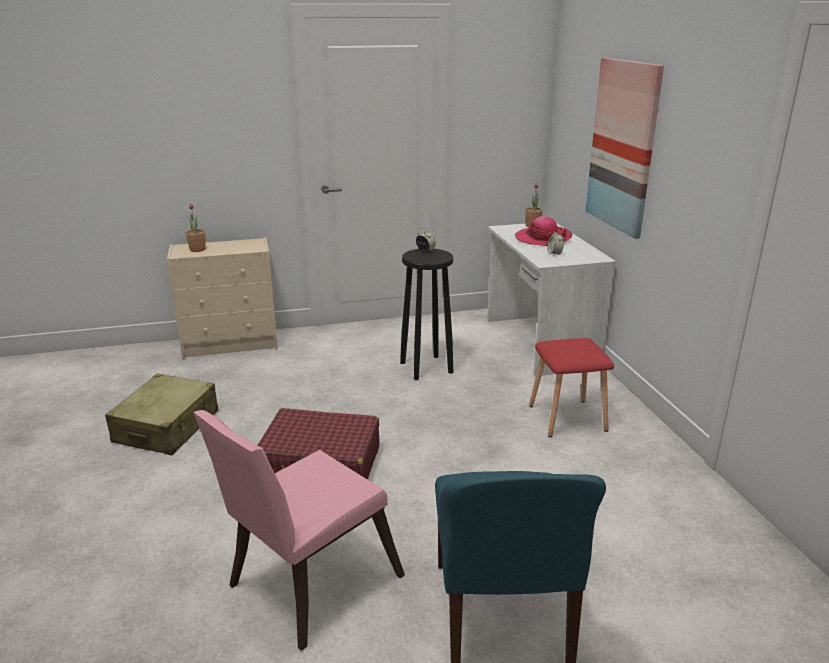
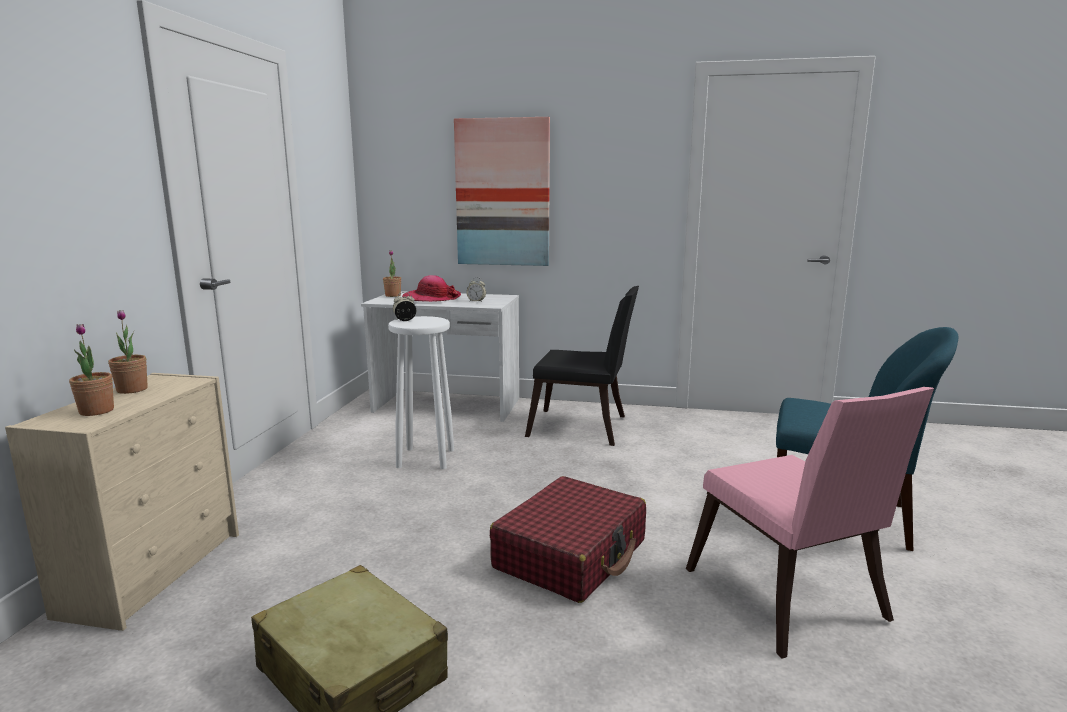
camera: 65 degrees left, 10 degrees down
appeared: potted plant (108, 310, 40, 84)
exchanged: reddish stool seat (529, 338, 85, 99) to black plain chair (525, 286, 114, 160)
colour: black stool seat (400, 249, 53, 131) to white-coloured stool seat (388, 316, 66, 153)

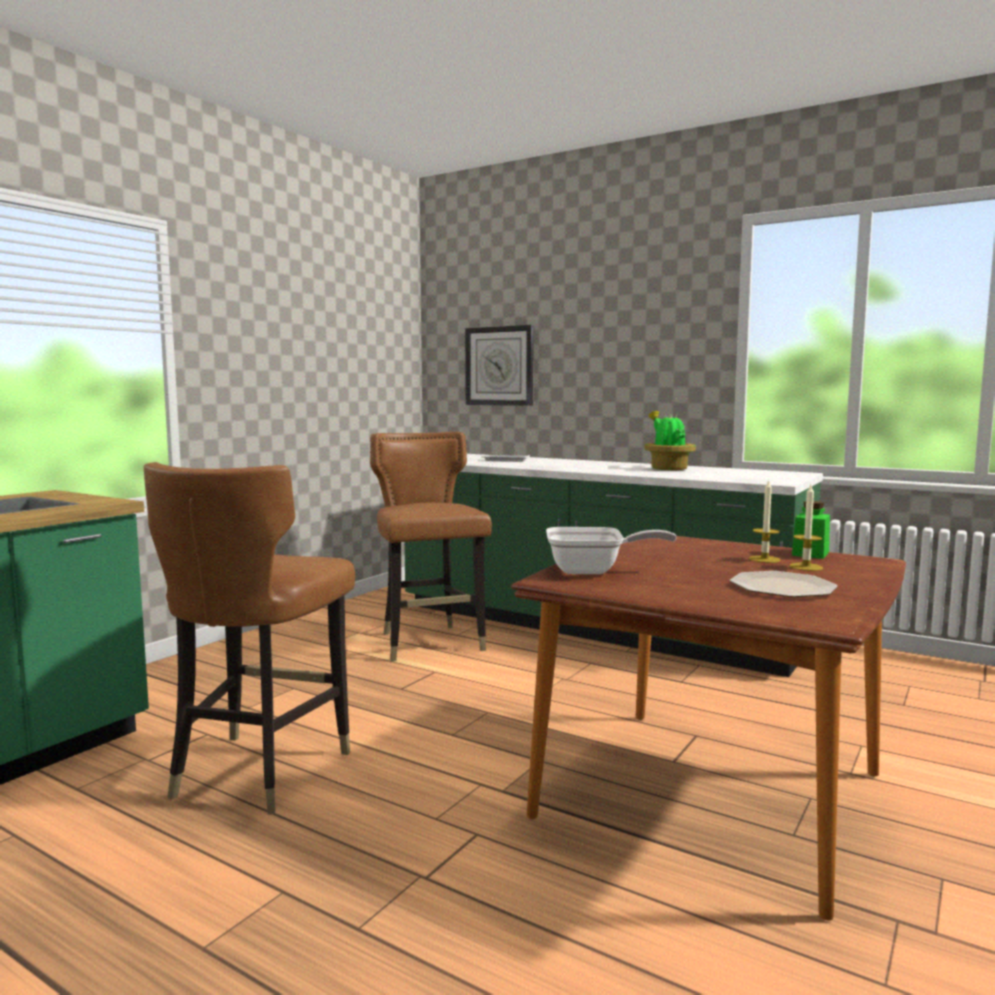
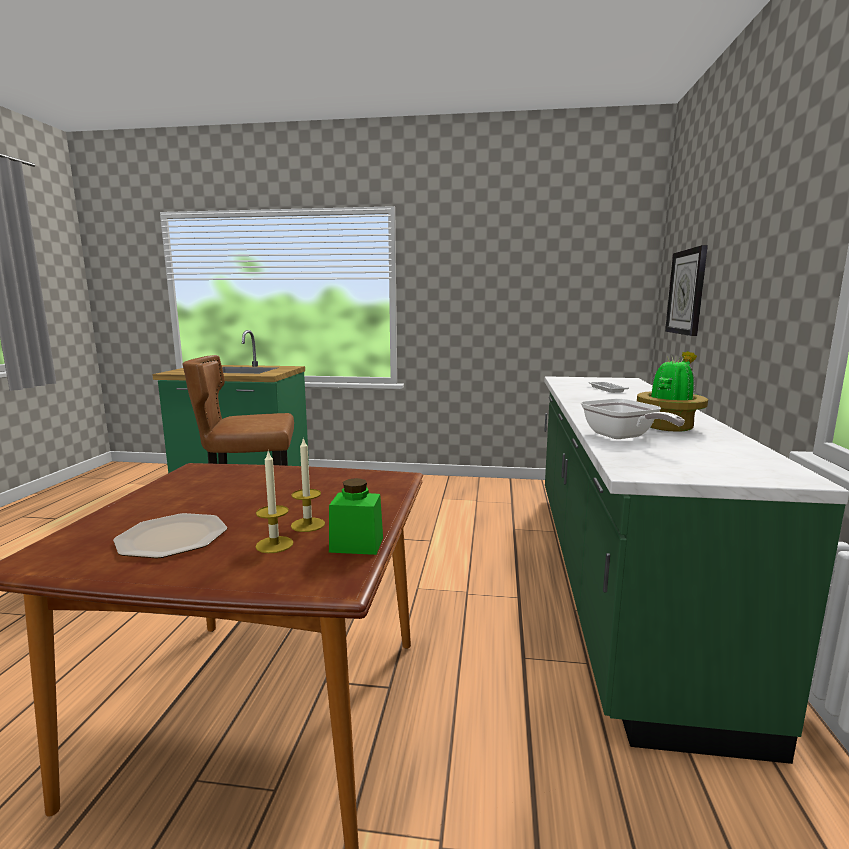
camera: 65 degrees right, 5 degrees up
missing: brown-coloured plain chair (370, 432, 122, 230)
relocated: pan (546, 527, 131, 47) to (581, 399, 104, 40)

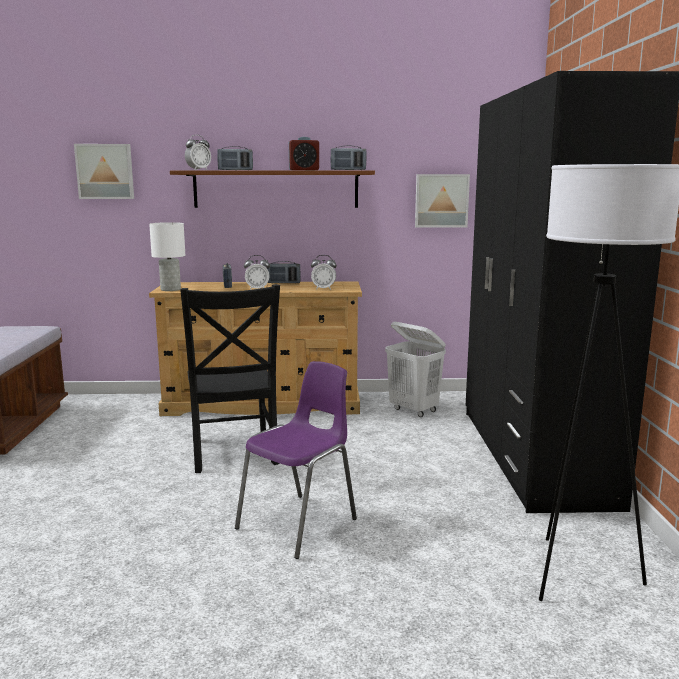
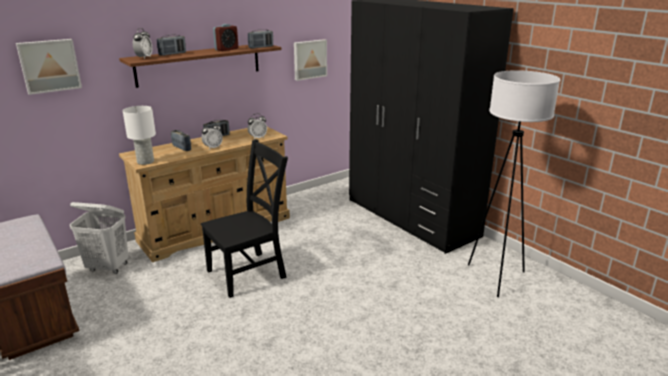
camera: 35 degrees left, 10 degrees up
missing: purplish plain chair (235, 361, 122, 198)
relocated: white-coloured washing basket (385, 322, 61, 95) to (70, 202, 58, 72)
spun: black plain chair (180, 284, 100, 189) = (201, 139, 87, 159) 75 degrees counterclockwise

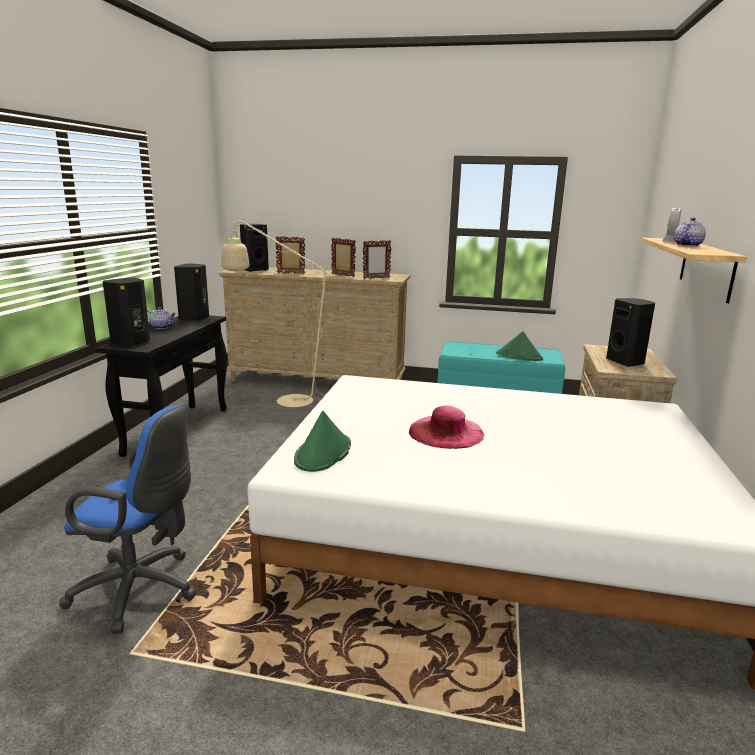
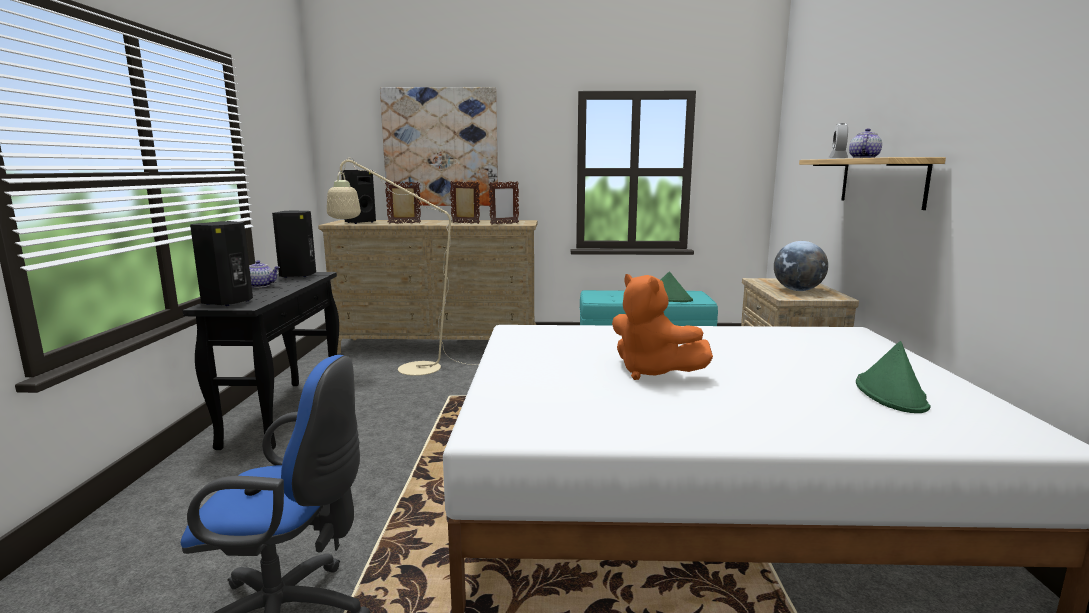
camera: 10 degrees left, 5 degrees down
appeared: wall picture (380, 87, 118, 119)
relocated: green clothing hat (294, 411, 57, 61) to (856, 341, 75, 72)
exchanged: pinkish clothing hat (409, 406, 75, 43) to orange-coloured plush toy (612, 274, 101, 106); black audio speaker (606, 298, 49, 69) to desk globe (774, 241, 54, 50)

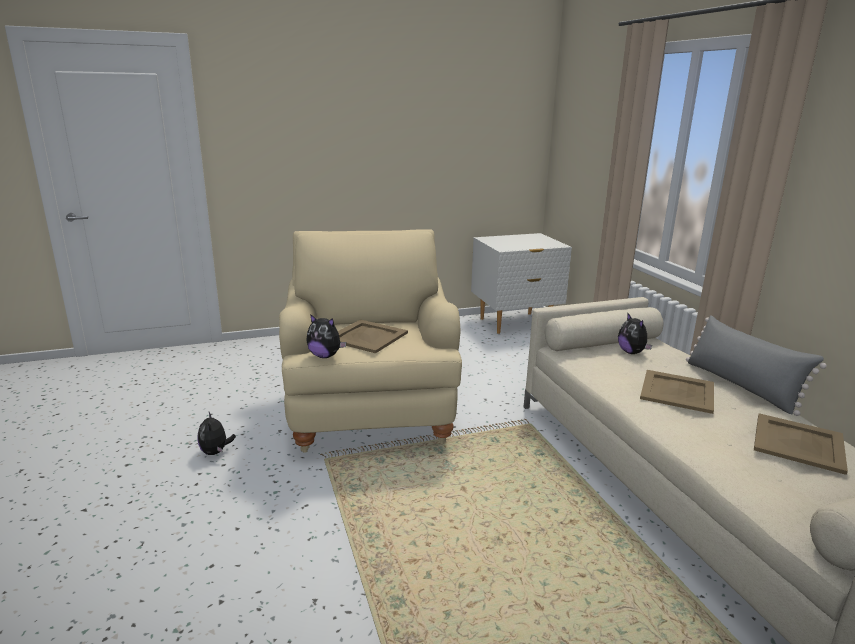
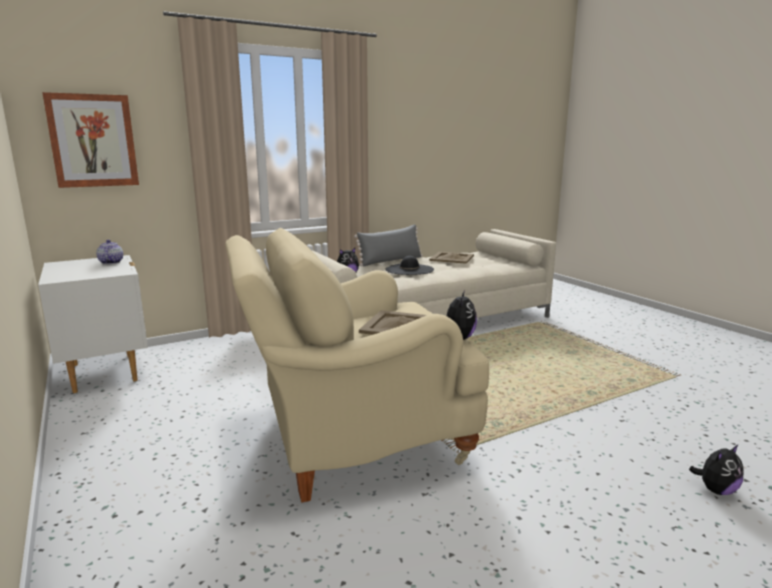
camera: 100 degrees left, 5 degrees down
appeared: wall picture (42, 92, 97, 96); pot for tea (96, 240, 27, 24)
relocated: plush toy (198, 412, 38, 43) to (689, 444, 55, 51)
exchanged: beige tray (640, 370, 74, 44) to black clothing hat (385, 256, 49, 19)

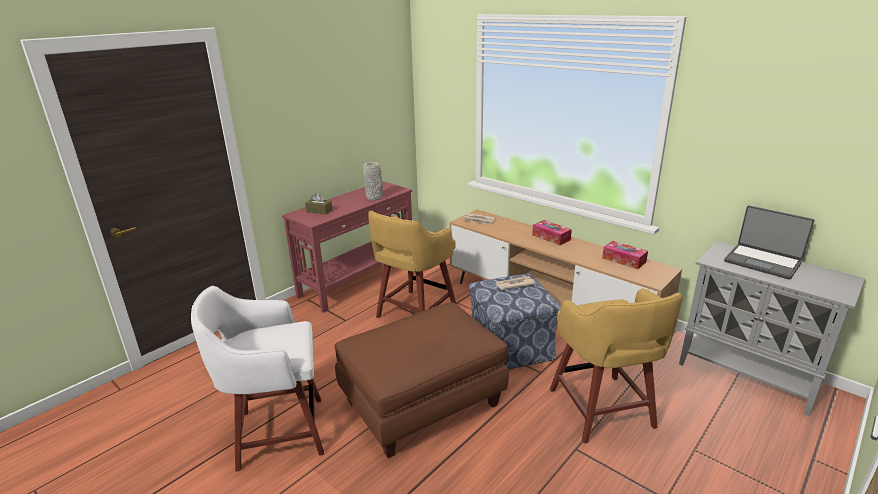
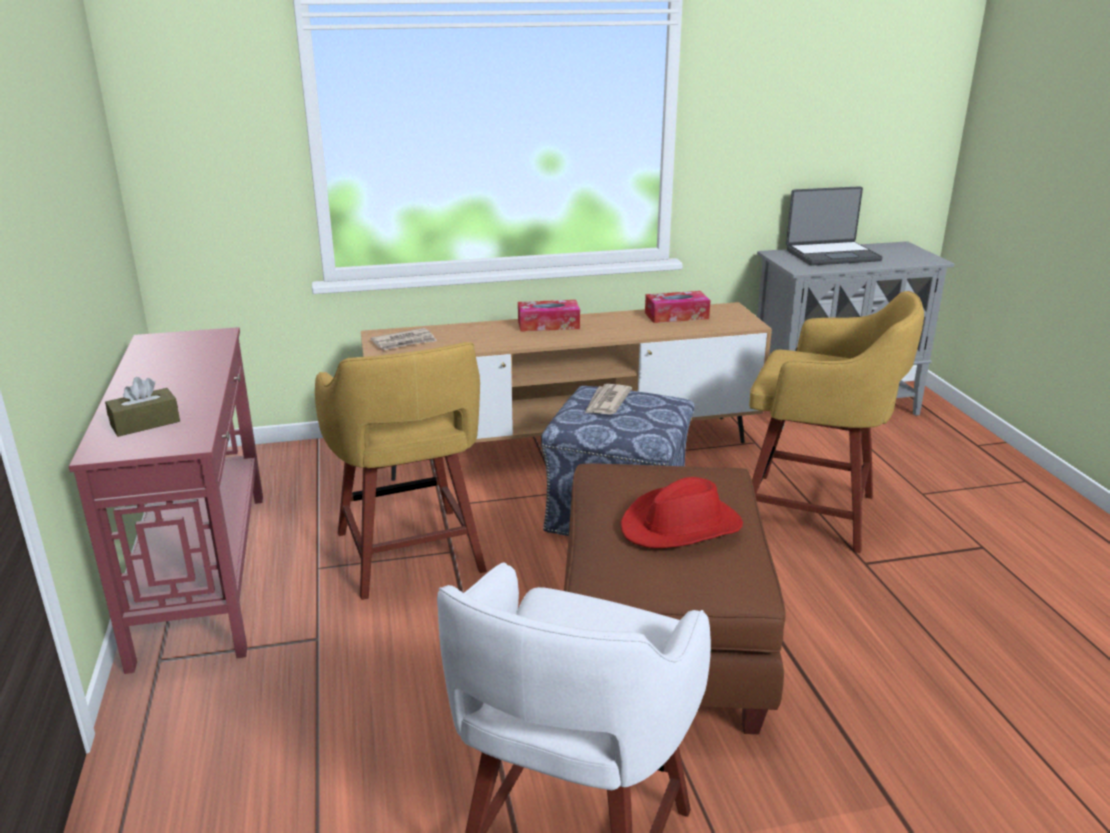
camera: 55 degrees left, 0 degrees up
missing: greyish vase (363, 162, 20, 38)
appeared: reddish clothing hat (621, 477, 122, 71)

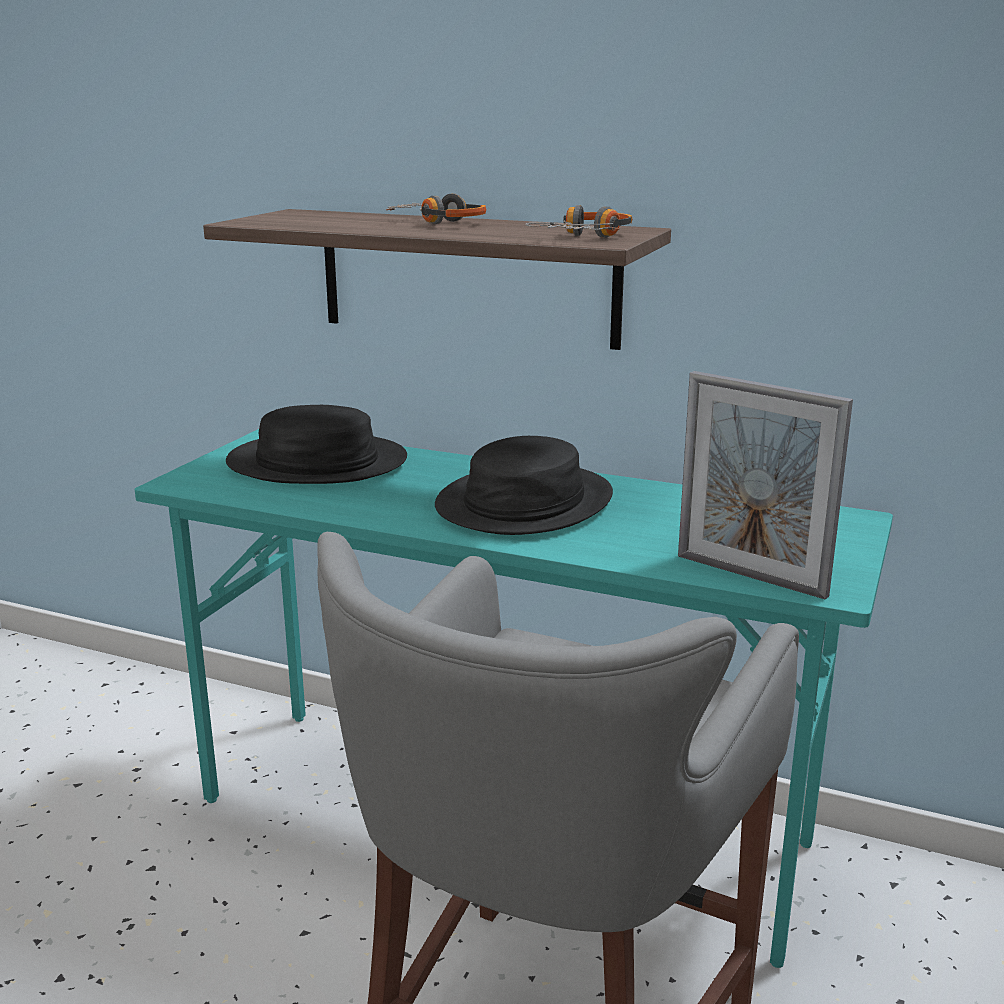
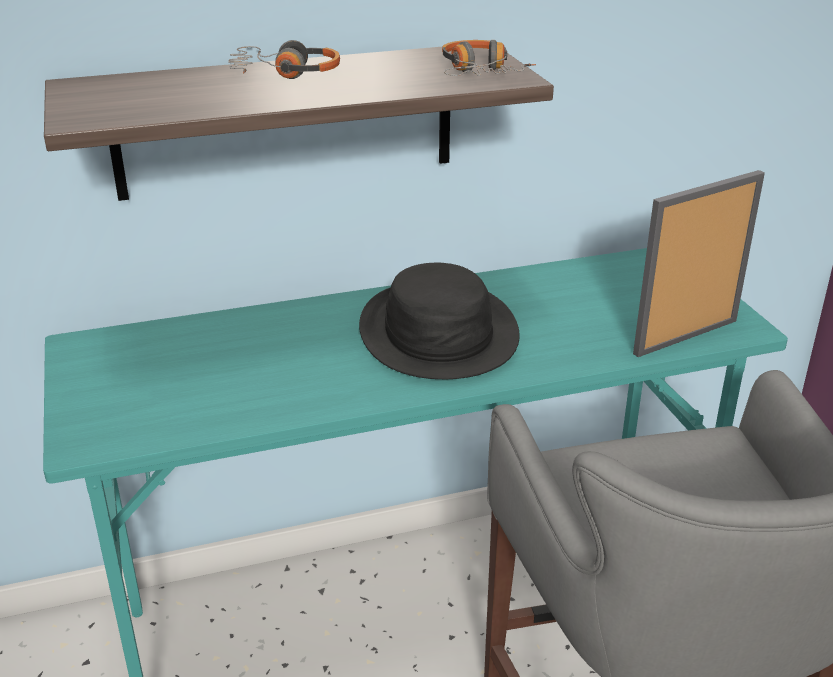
camera: 40 degrees left, 10 degrees up
missing: black clothing hat (226, 405, 181, 79)
spun: picture frame (678, 371, 175, 229) = (633, 170, 132, 187) 150 degrees clockwise

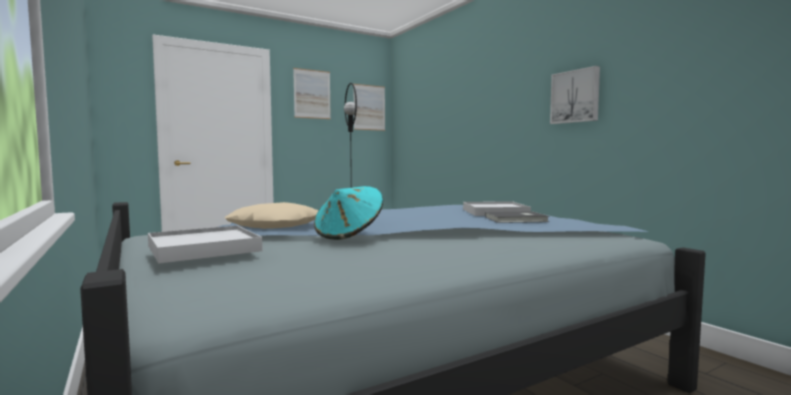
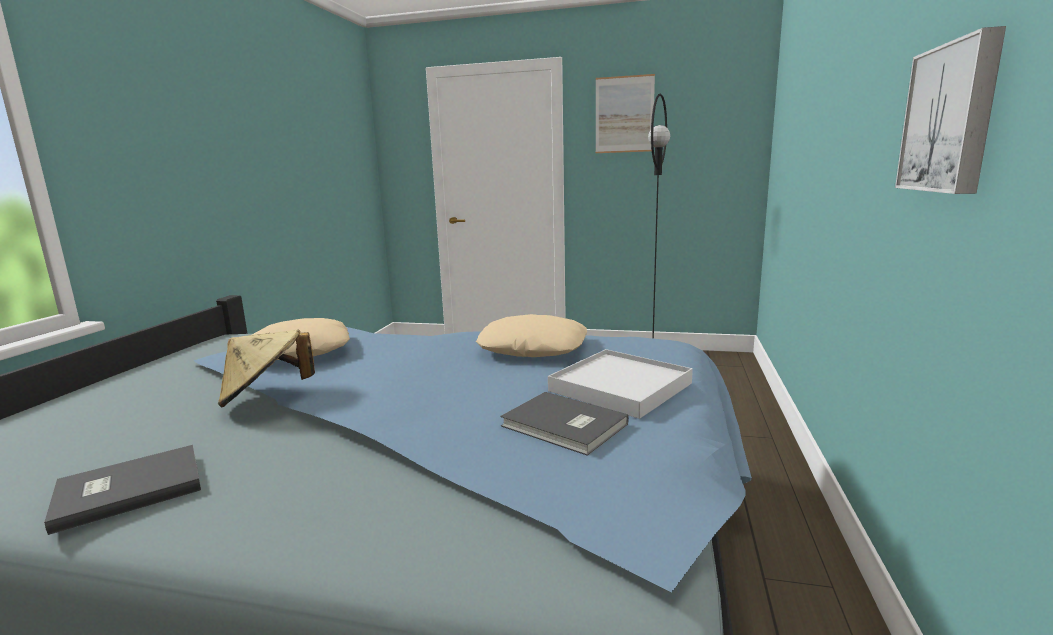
camera: 45 degrees right, 10 degrees up
missing: white-coloured tray (148, 225, 115, 39); wall picture (353, 84, 32, 47)
appeared: greyish volume (44, 445, 157, 90); beige cushion (476, 314, 111, 43)
colour: turquoise-coloured clothing hat (314, 186, 69, 54) to beige clothing hat (218, 329, 97, 79)

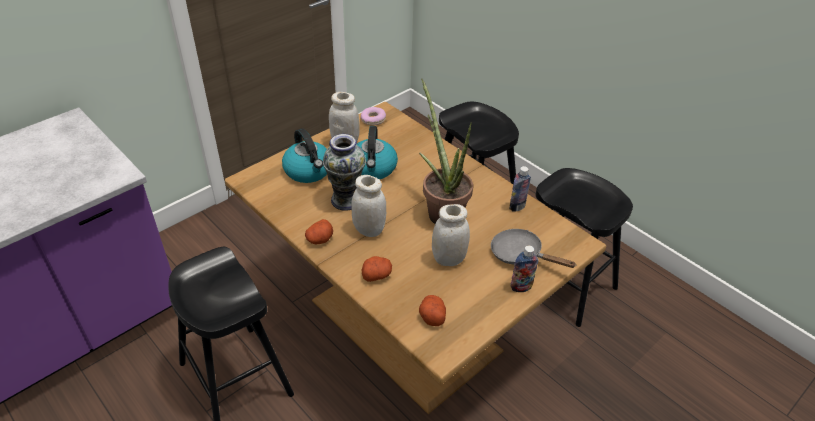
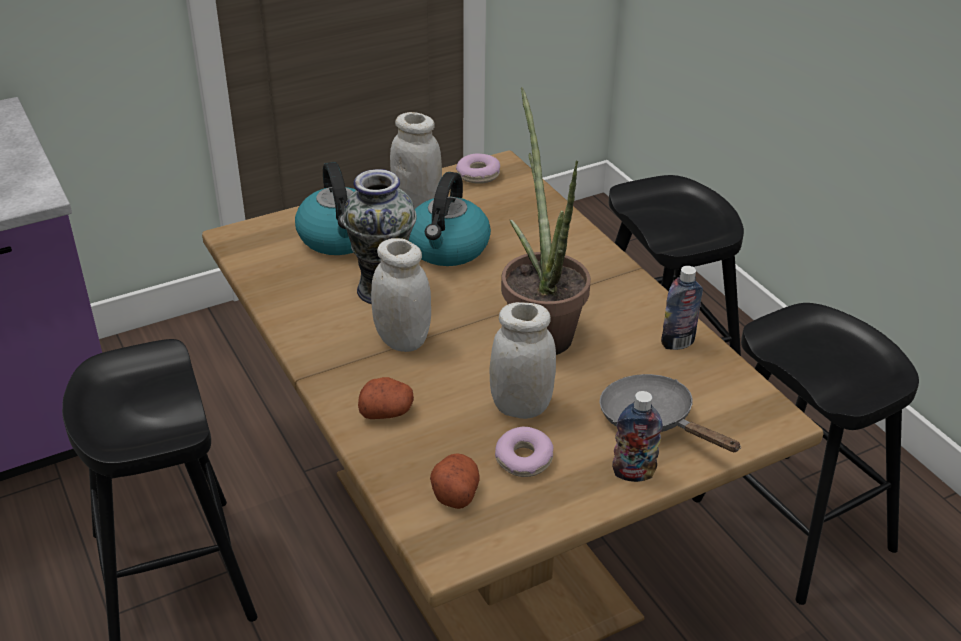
camera: 15 degrees right, 5 degrees down
missing: spud (305, 219, 28, 25)
appeared: ring doughnut (495, 427, 59, 50)

